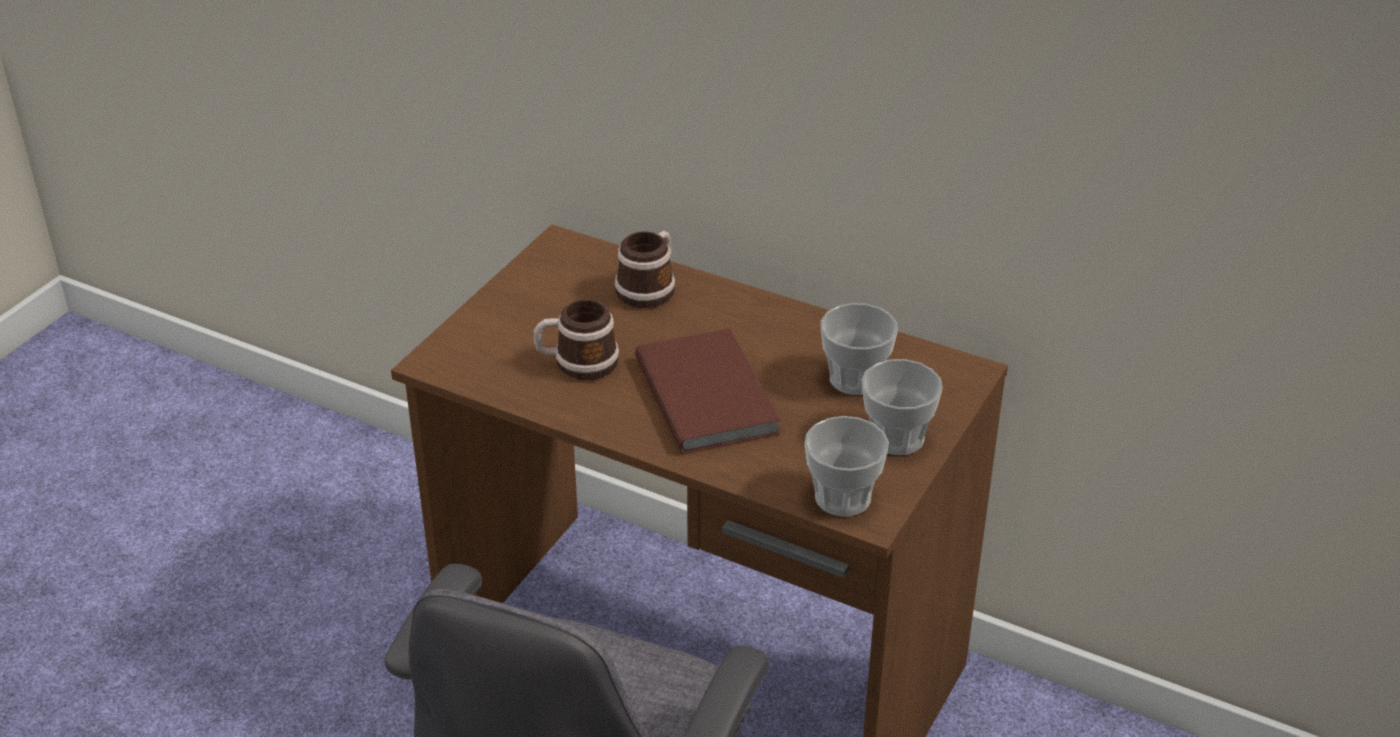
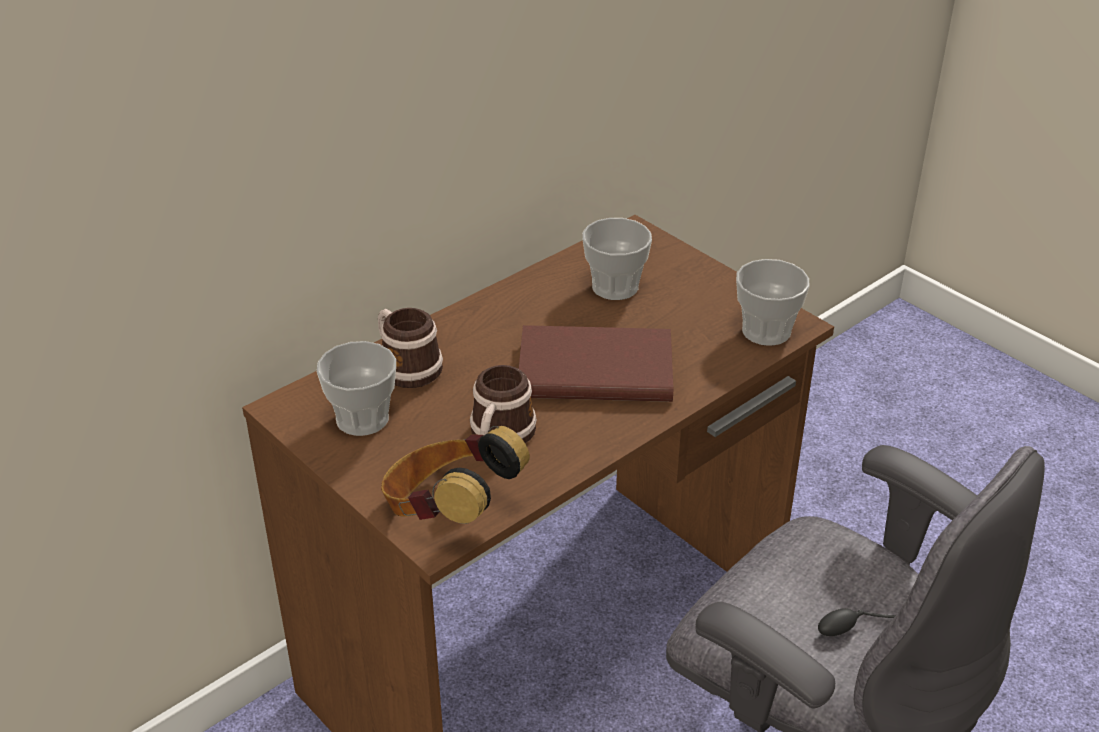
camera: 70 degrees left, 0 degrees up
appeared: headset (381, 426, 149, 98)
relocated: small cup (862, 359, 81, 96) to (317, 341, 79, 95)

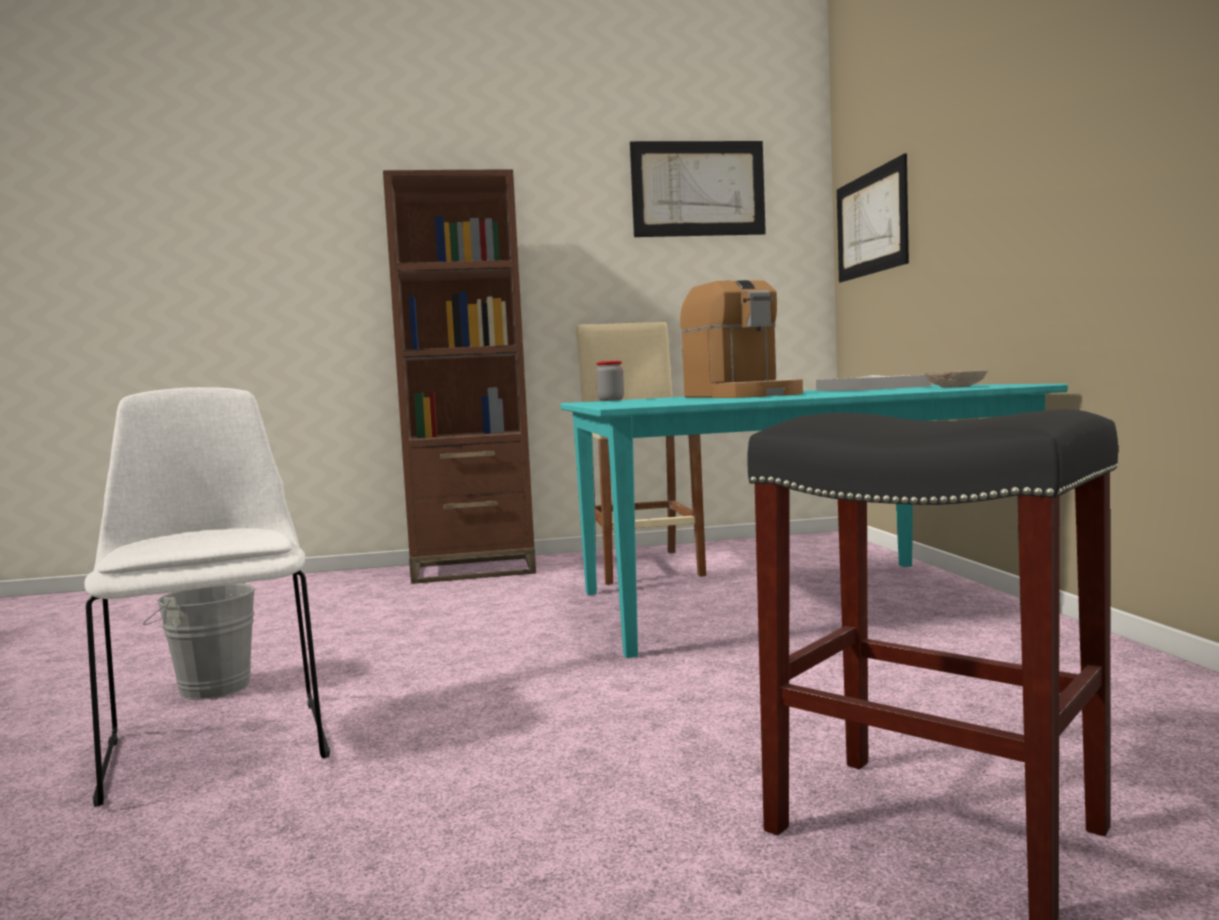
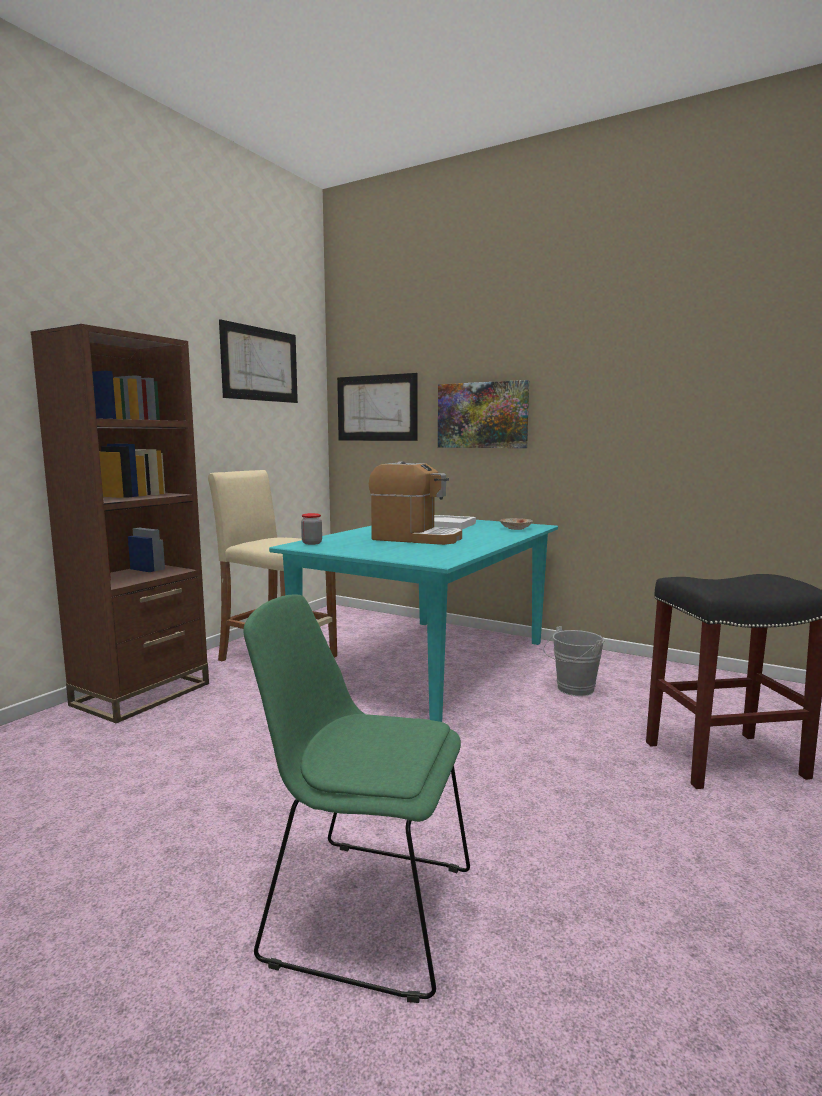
camera: 50 degrees left, 5 degrees up
appeared: wall picture (438, 380, 91, 68)
relocated: greyish water bucket (143, 583, 112, 117) to (544, 626, 60, 70)
colour: white-coloured plain chair (84, 387, 246, 420) to green plain chair (243, 595, 227, 408)

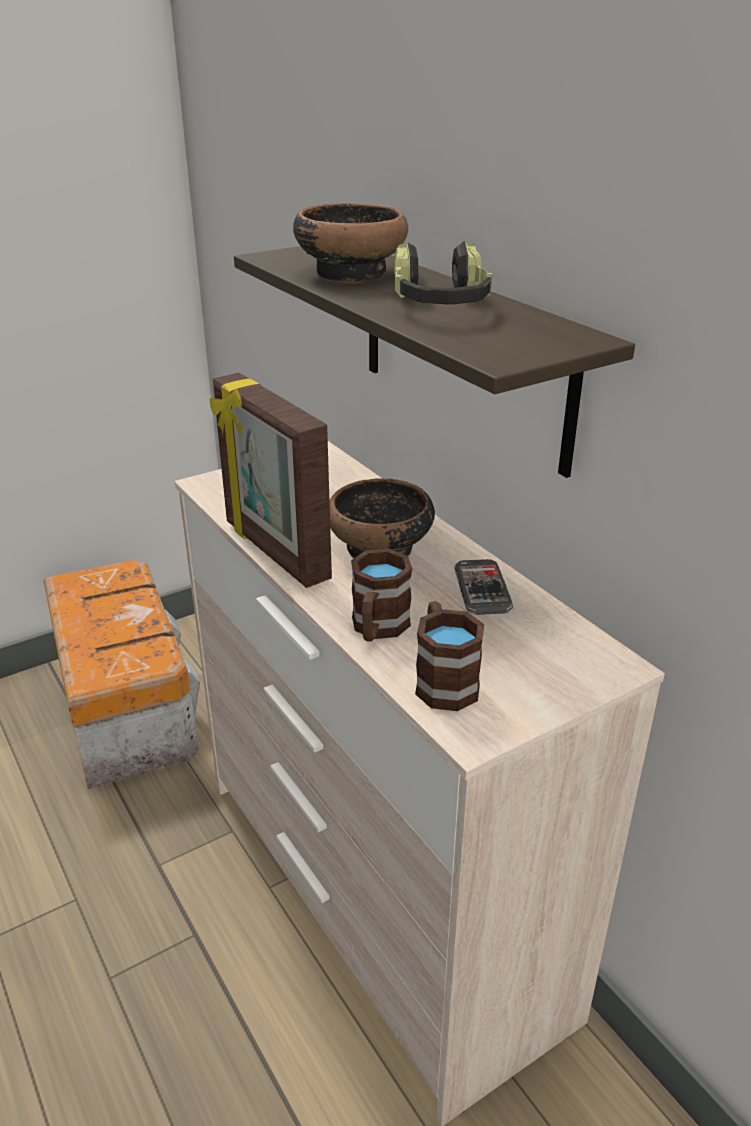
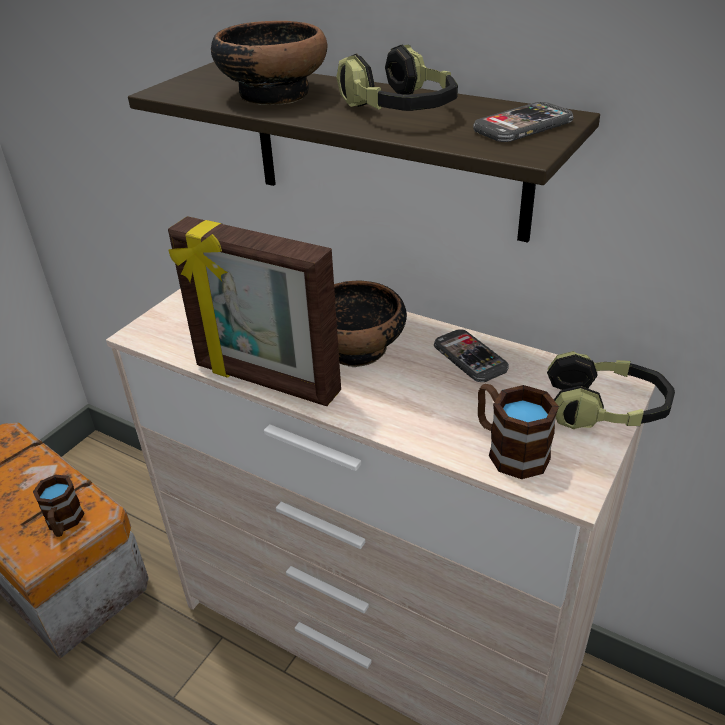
camera: 25 degrees left, 5 degrees up
appeared: handset (473, 102, 100, 40); headset (547, 351, 128, 79)
relocated: brown-coloured mug (351, 549, 61, 93) to (33, 474, 51, 63)

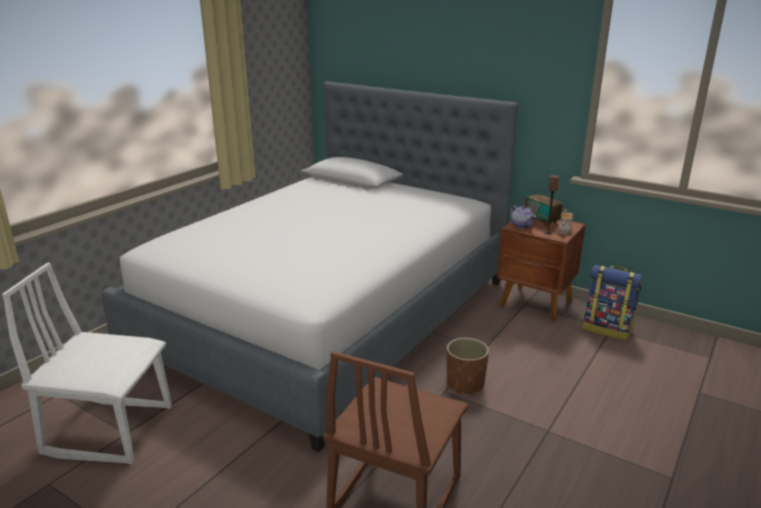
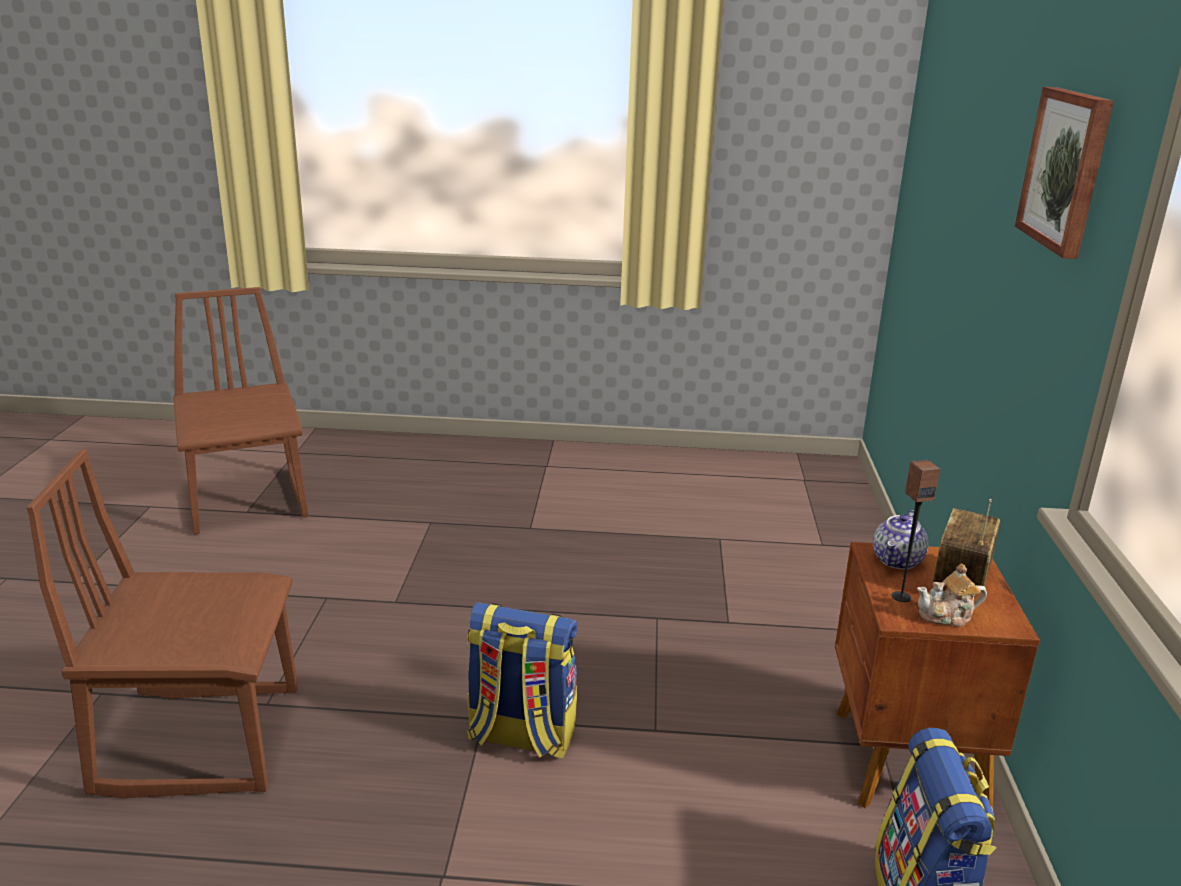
camera: 60 degrees right, 0 degrees up
missing: bed (102, 82, 416, 370)
appeared: wall picture (1015, 87, 99, 172)
exchanged: brown-coloured planter (446, 338, 43, 57) to rucksack (467, 602, 111, 156)
colour: white-coloured plain chair (2, 262, 170, 202) to brown-coloured plain chair (173, 287, 135, 248)

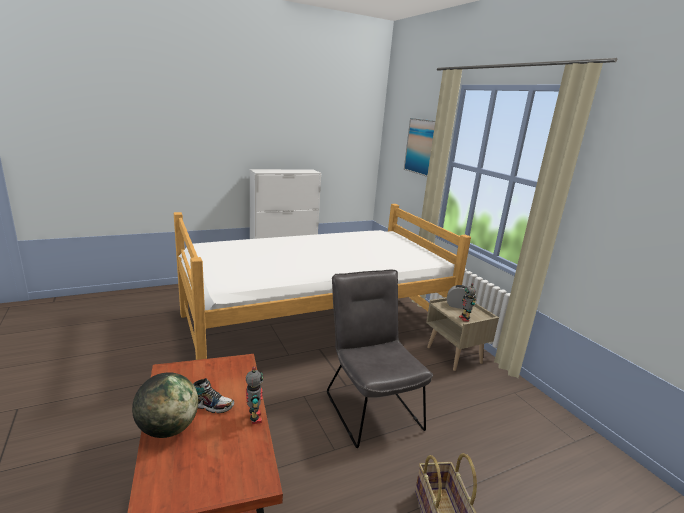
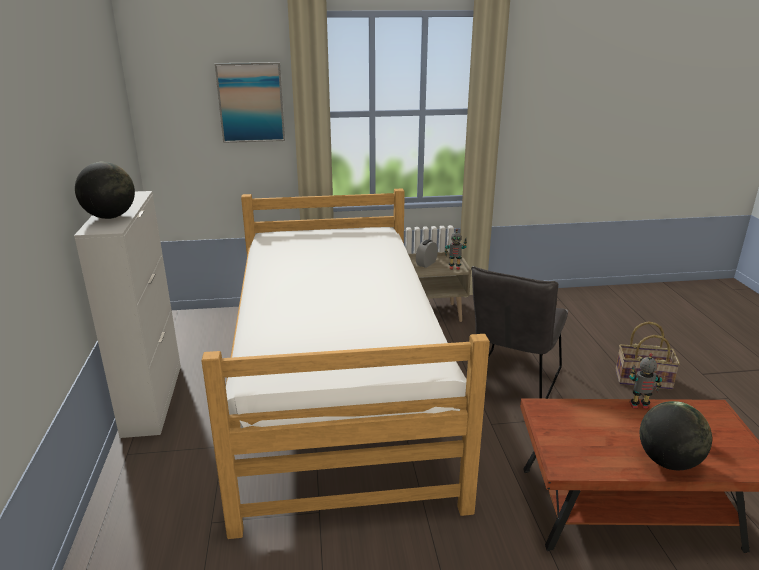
camera: 70 degrees left, 5 degrees up
missing: low shoe (193, 378, 41, 35)
appeared: desk globe (75, 162, 60, 57)
spun: greyish plain chair (327, 269, 106, 179) = (471, 266, 97, 133) 60 degrees counterclockwise

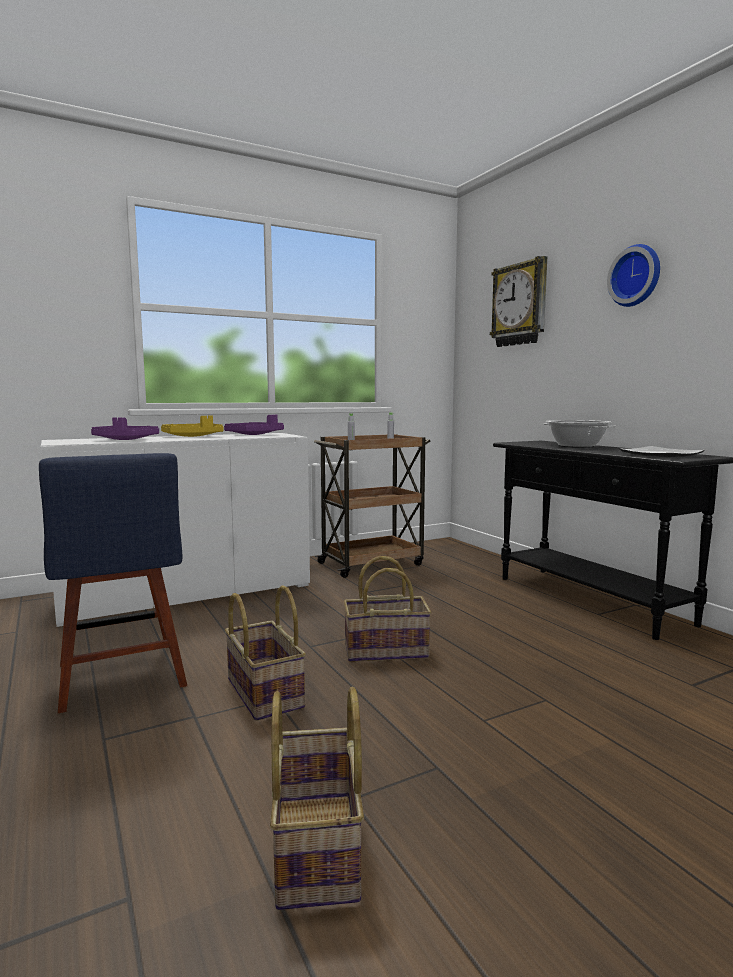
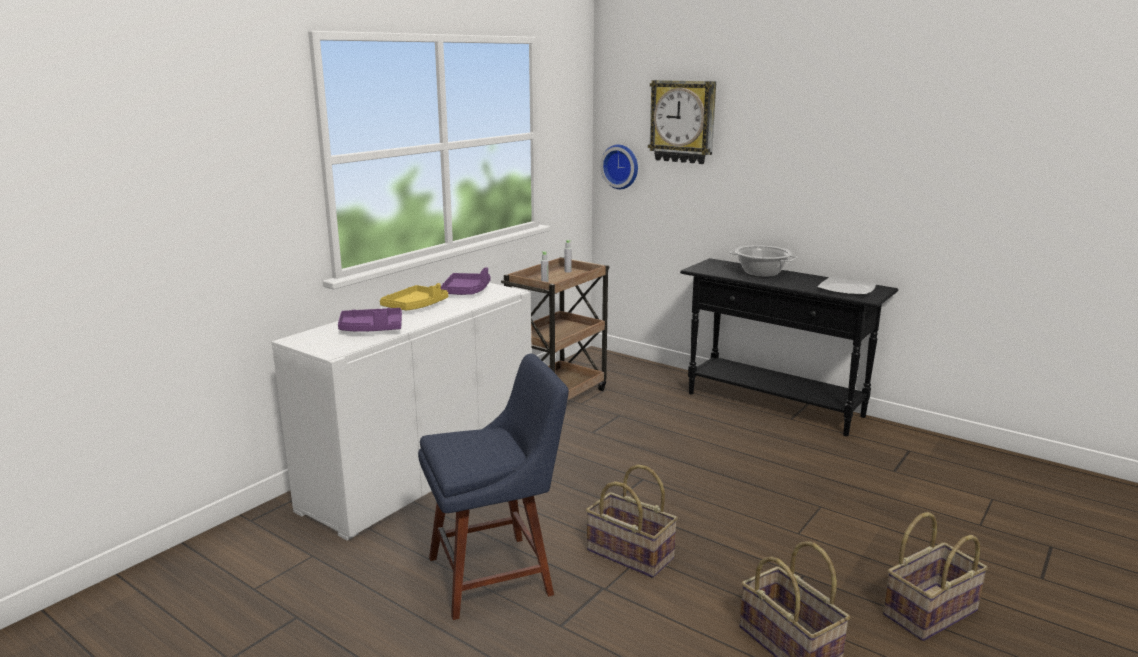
camera: 25 degrees left, 10 degrees up
relocated: household basket (343, 556, 88, 106) to (883, 512, 105, 129); clock on the wall (607, 244, 53, 63) to (600, 144, 38, 45)
spun: blue-coloured plain chair (39, 453, 148, 260) = (418, 354, 151, 266) 60 degrees counterclockwise

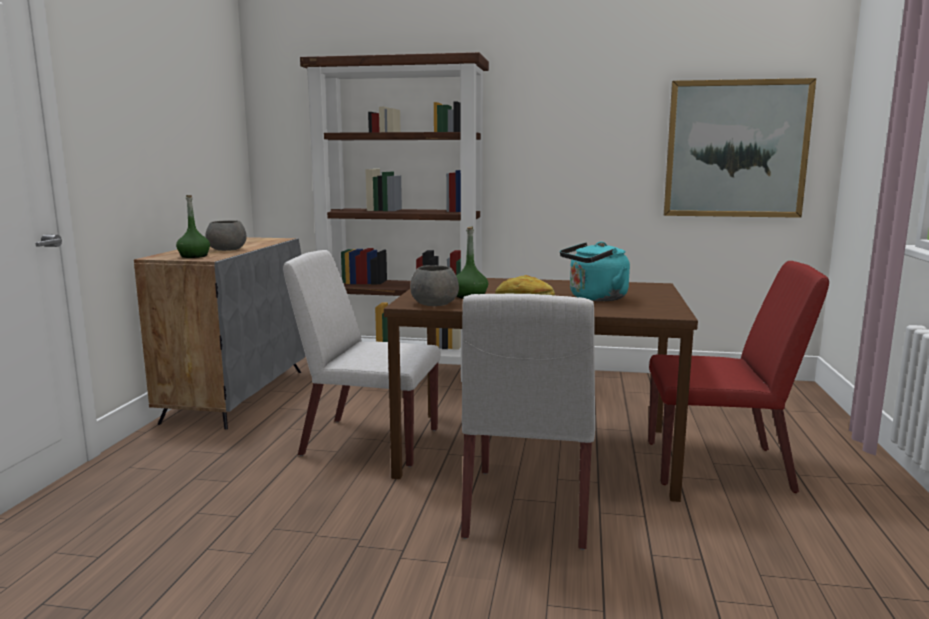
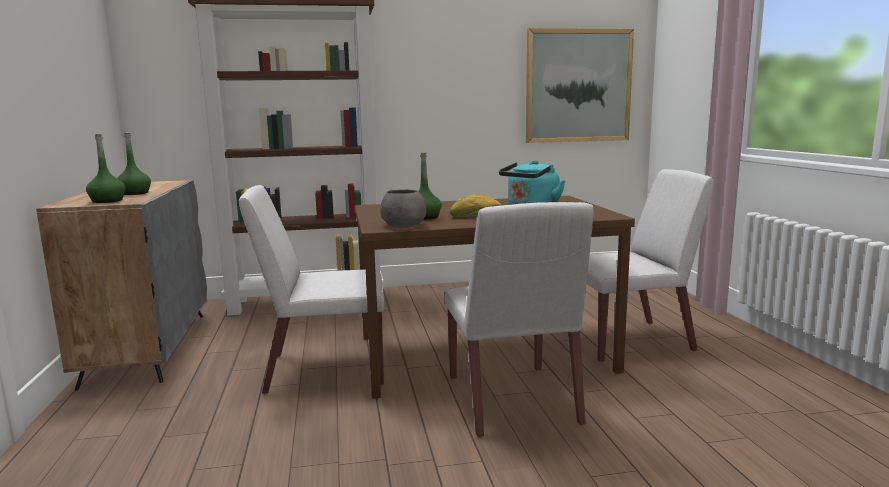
camera: 20 degrees left, 0 degrees up
exchanged: greyish bowl (205, 220, 42, 31) to green beverage bottle (117, 132, 34, 63)
colour: reddish plain chair (648, 261, 181, 232) to white-coloured plain chair (565, 169, 149, 194)

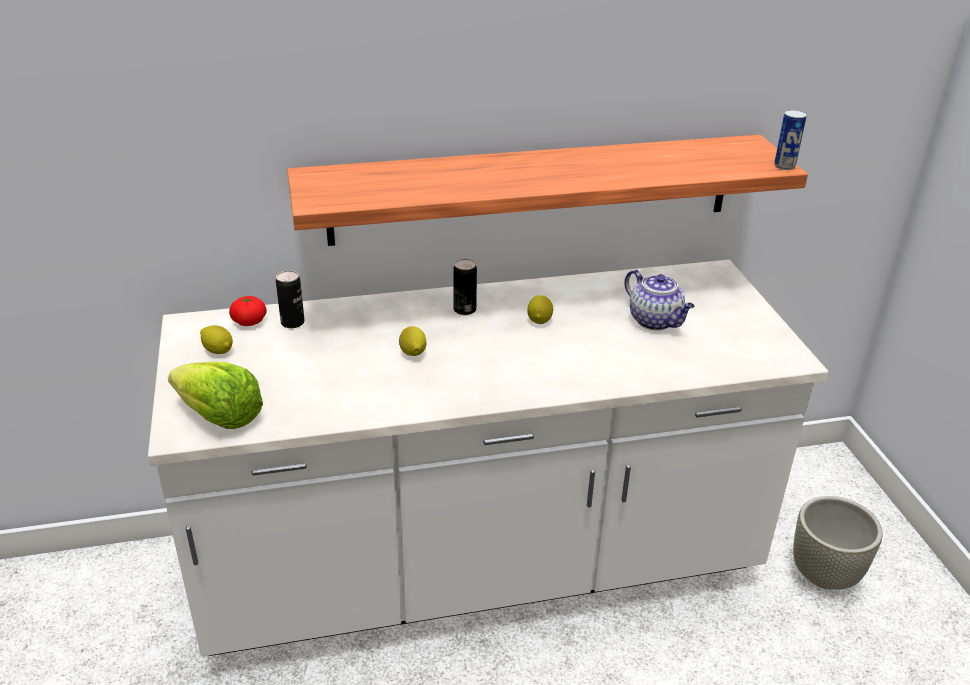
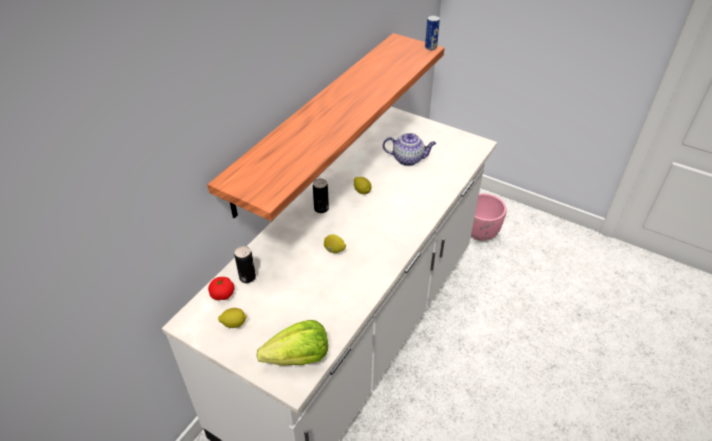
camera: 45 degrees left, 10 degrees up
colour: greyish planter (793, 496, 90, 94) to pinkish planter (471, 193, 36, 47)

